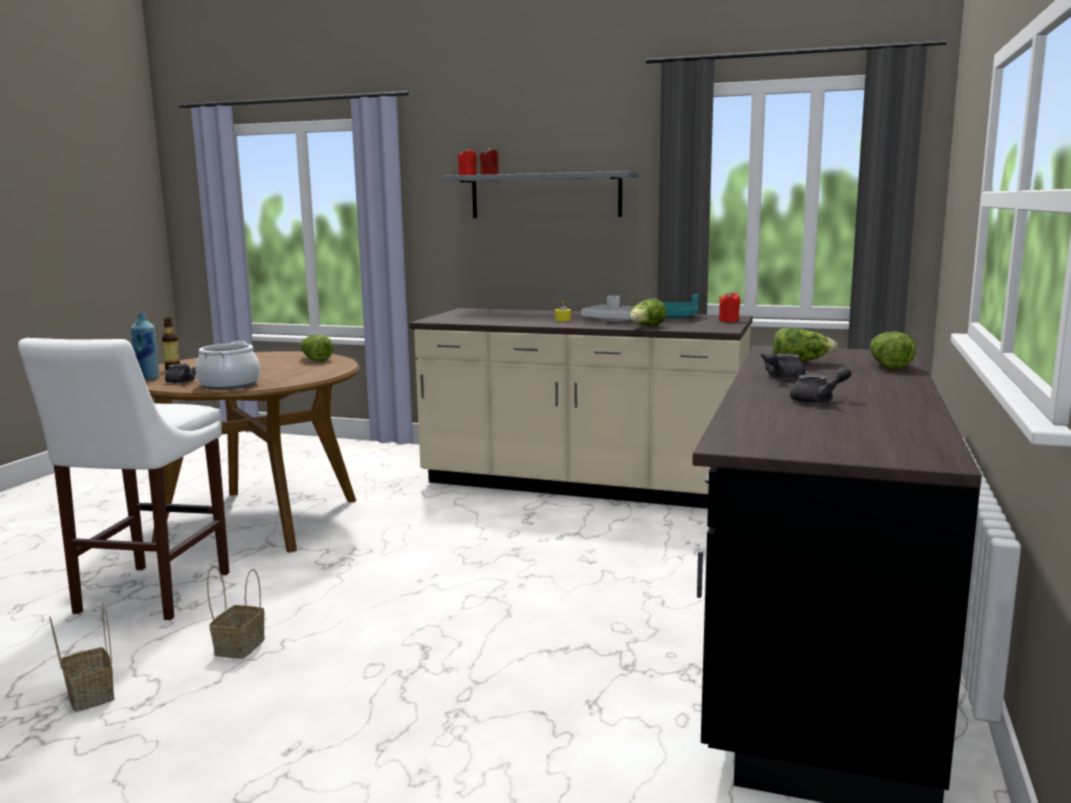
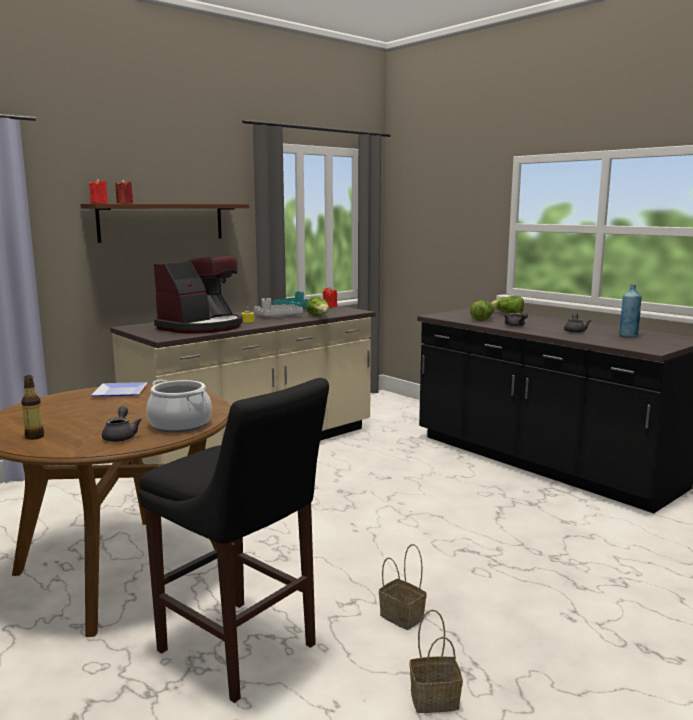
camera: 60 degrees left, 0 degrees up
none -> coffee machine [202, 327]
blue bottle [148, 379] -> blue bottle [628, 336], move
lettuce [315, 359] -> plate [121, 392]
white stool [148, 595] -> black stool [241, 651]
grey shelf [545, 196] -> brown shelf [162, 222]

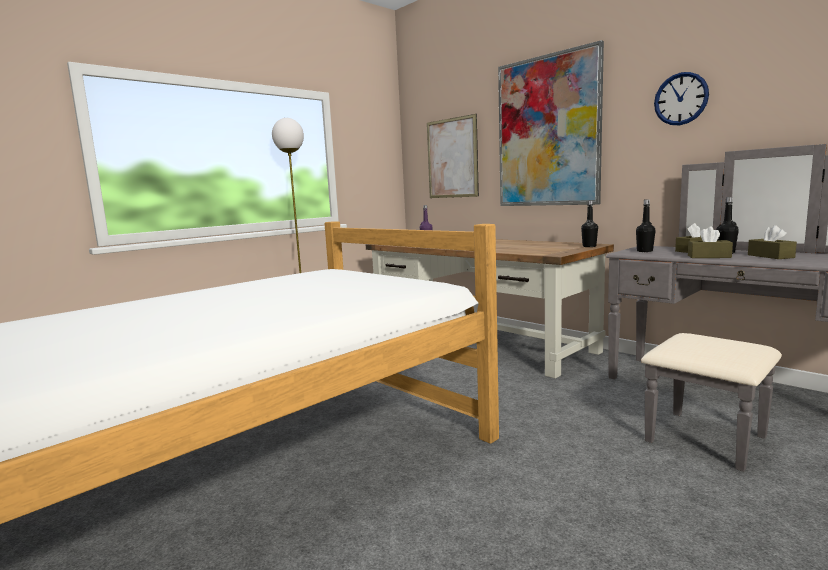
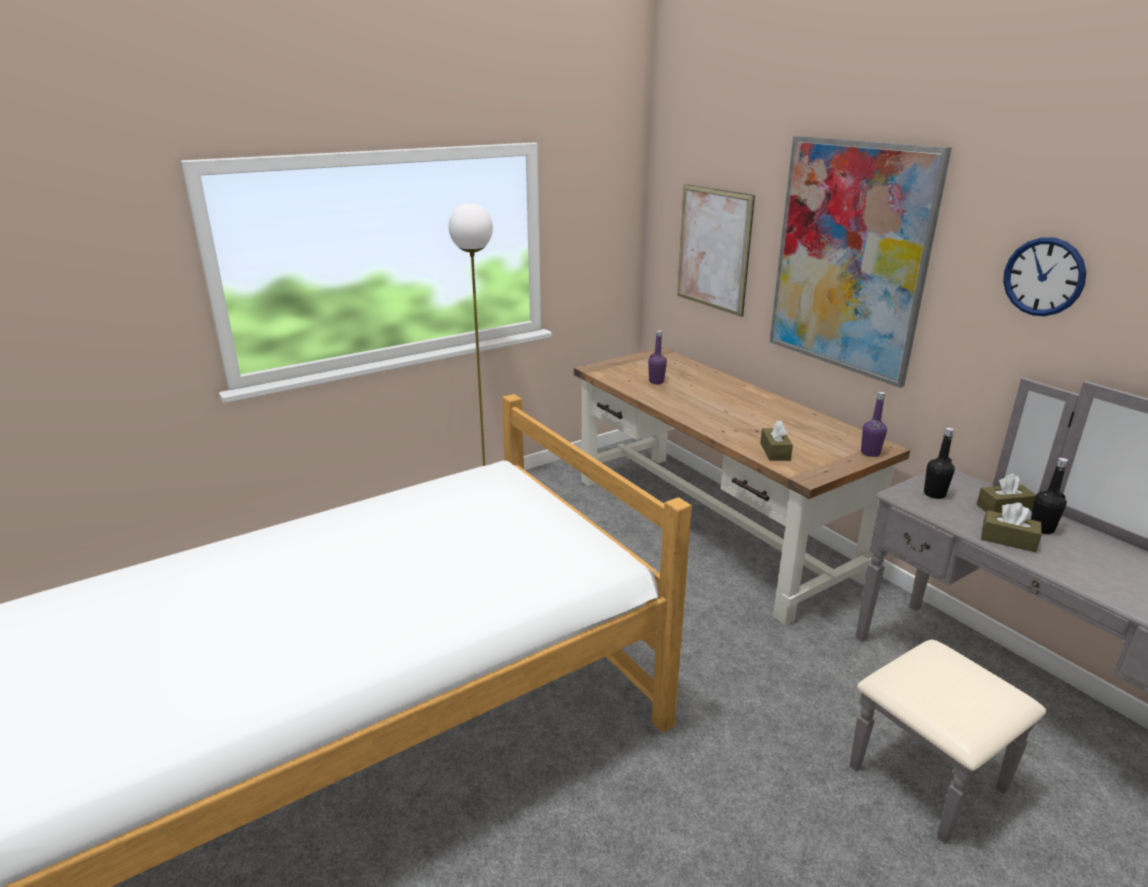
camera: 10 degrees right, 15 degrees up
brown tissue box [770, 256] -> brown tissue box [775, 451], move
black bottle [589, 246] -> purple bottle [870, 453]

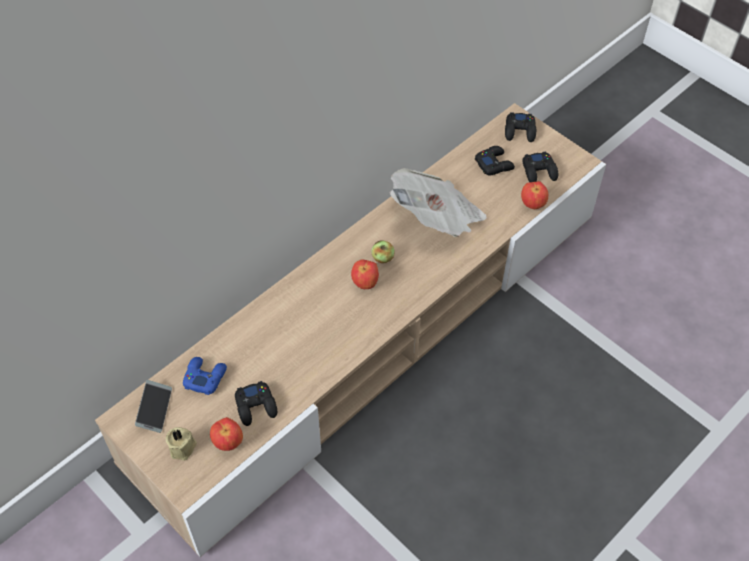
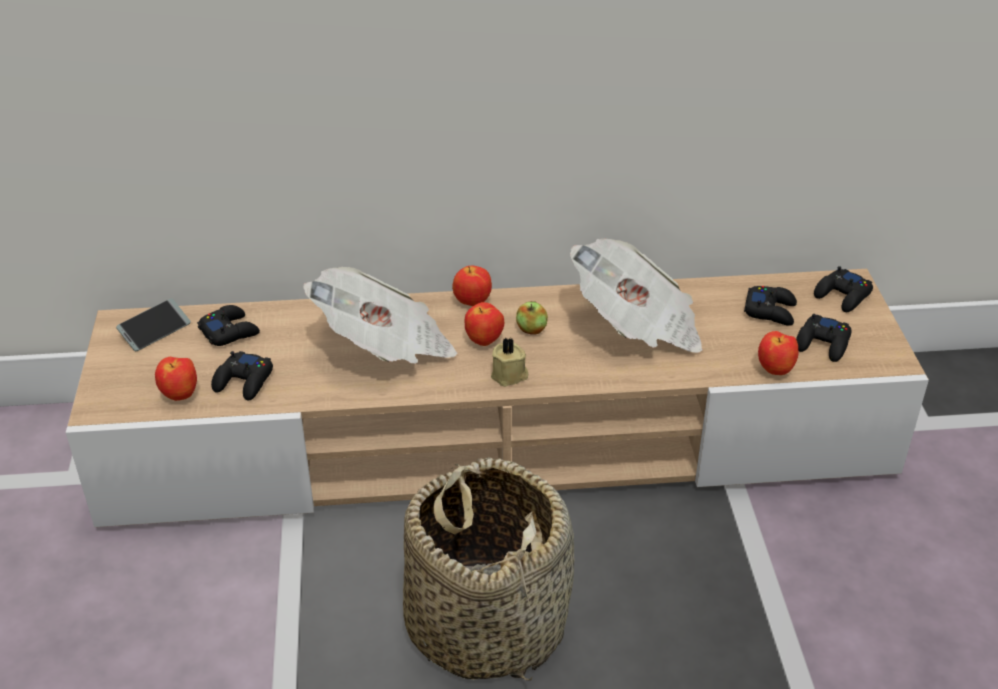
camera: 40 degrees right, 15 degrees down
none -> newspaper [385, 347]
none -> basket [486, 622]
none -> apple [472, 303]
beige candle [183, 448] -> beige candle [510, 376], move
blue game controller [204, 377] -> black game controller [229, 331]

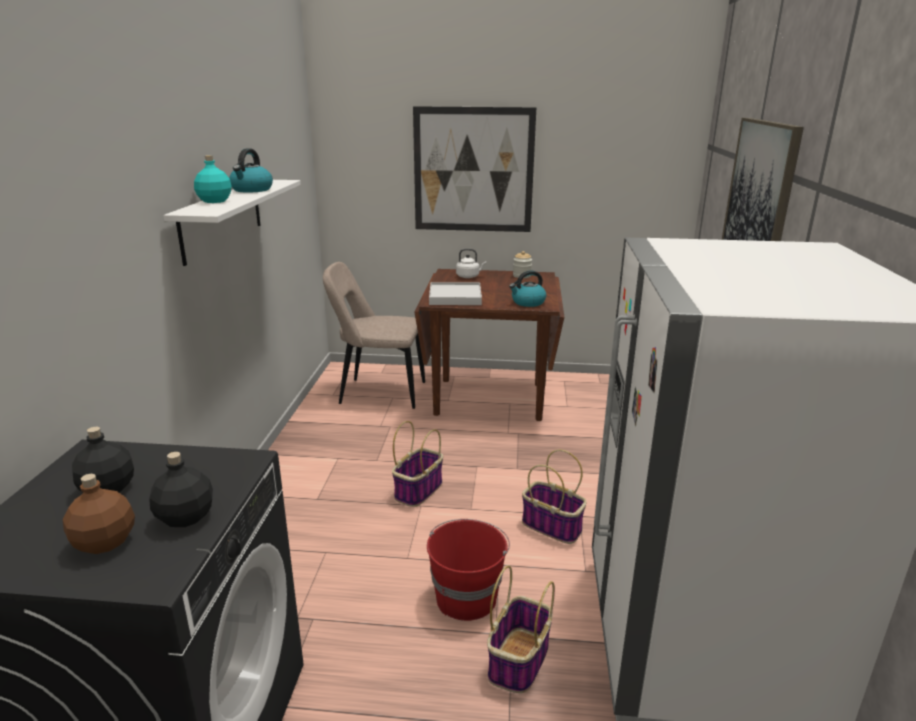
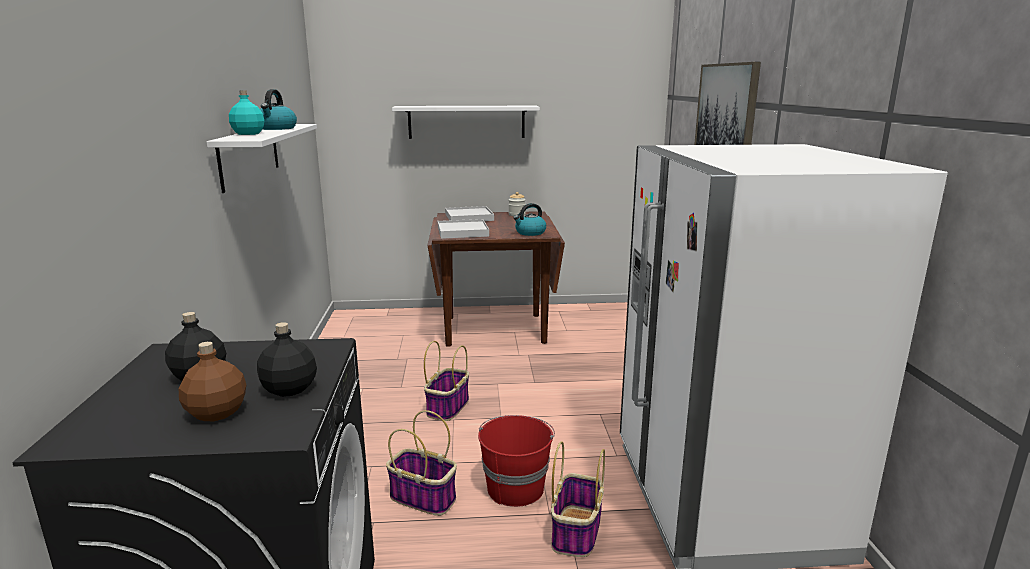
camera: 10 degrees left, 5 degrees down
beige chair [378, 393] -> none
basket [553, 526] -> basket [424, 498], move
picture [473, 170] -> white shelf [466, 122]
white kettle [469, 276] -> white tray [469, 217]

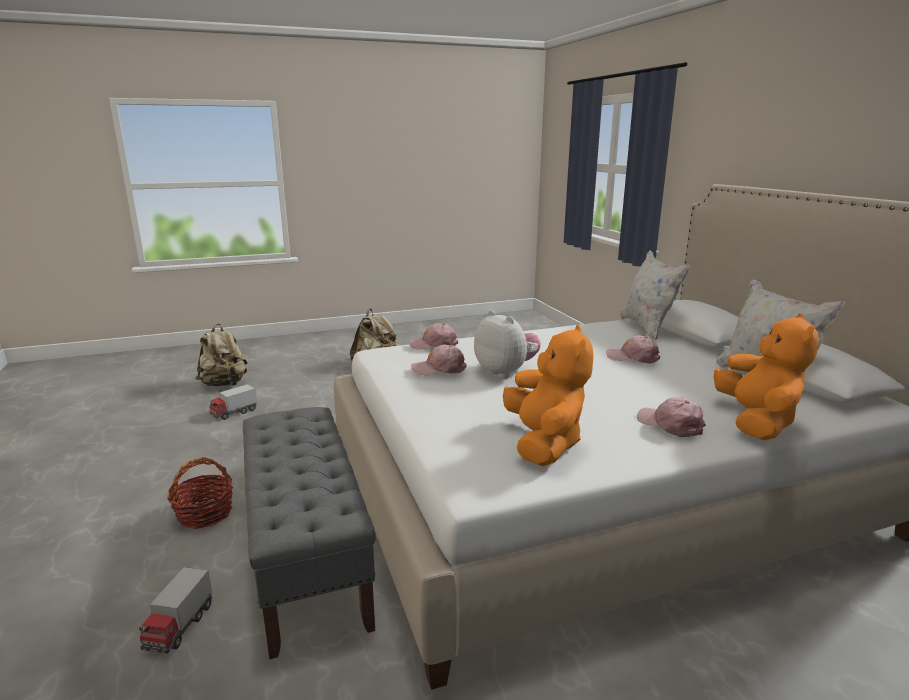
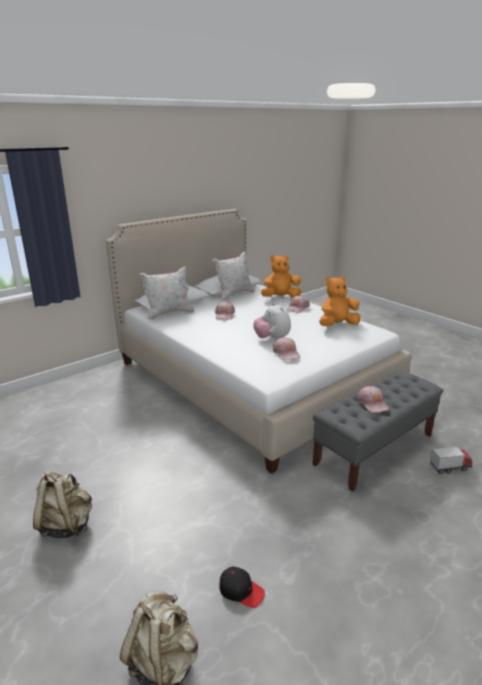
camera: 110 degrees left, 5 degrees up
basket [205, 514] -> none
pink cap [434, 344] -> pink cap [372, 403], move
toy truck [234, 413] -> black cap [241, 591]
plush toy [505, 372] -> plush toy [272, 339], 60 degrees counterclockwise

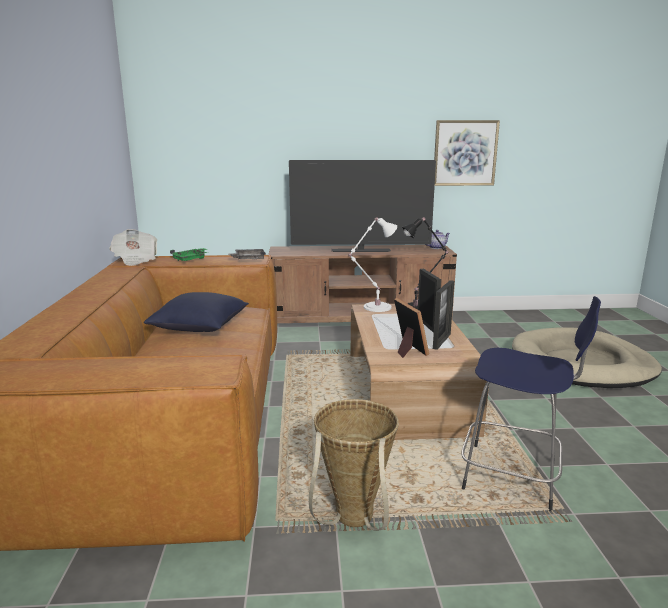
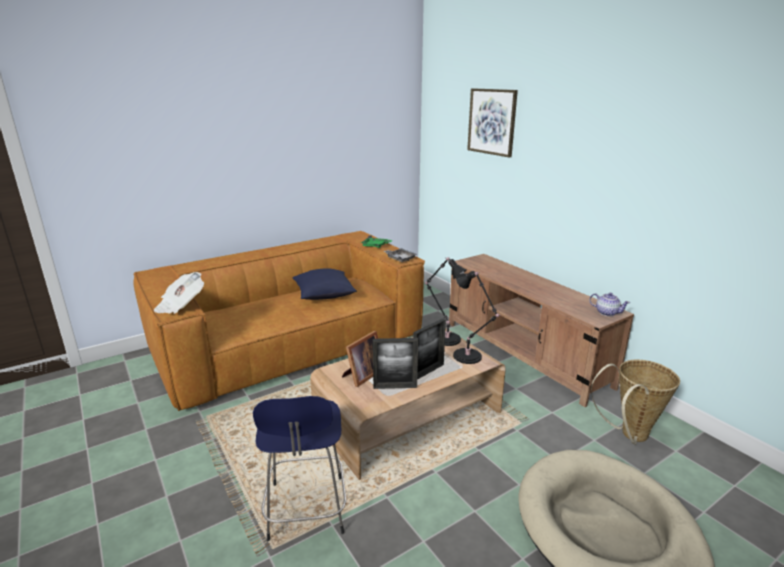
camera: 60 degrees right, 5 degrees up
television [360, 250] -> none
newspaper [135, 260] -> newspaper [181, 305], move
basket [353, 522] -> basket [629, 436], move
picture [465, 153] -> picture [492, 122], move
white table lamp [375, 307] -> black table lamp [445, 338]

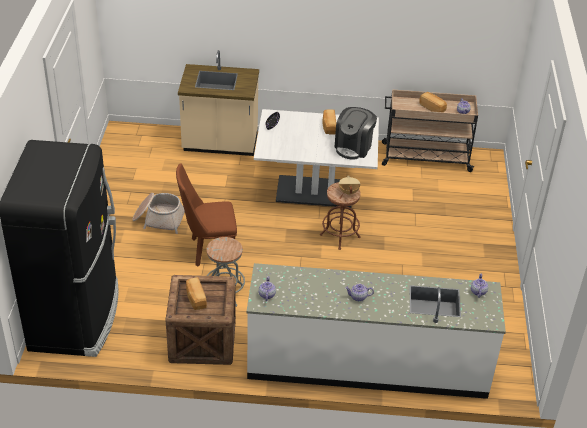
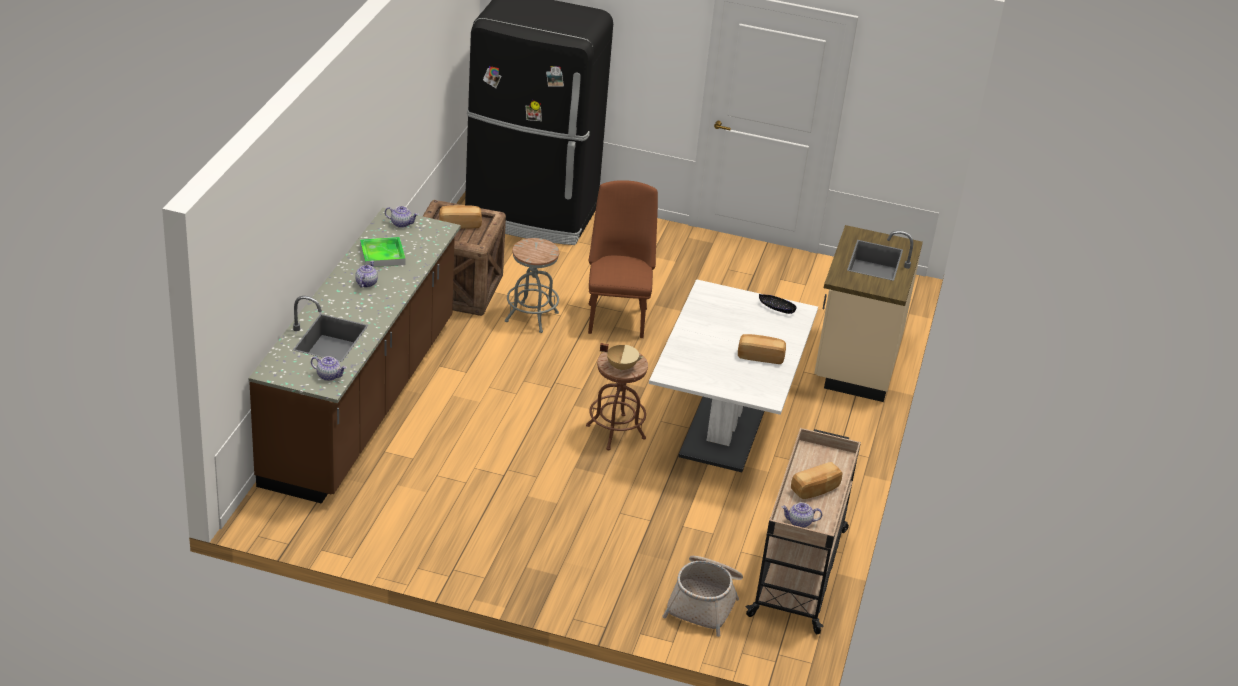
camera: 100 degrees right, 5 degrees down
coffee machine [353, 147] -> none
none -> tray [382, 255]
basket [158, 219] -> basket [705, 601], move
white counter [367, 364] -> brown counter [362, 401]

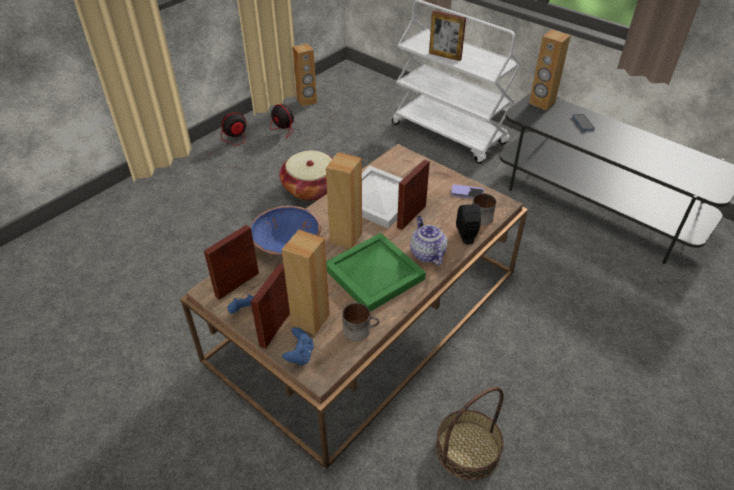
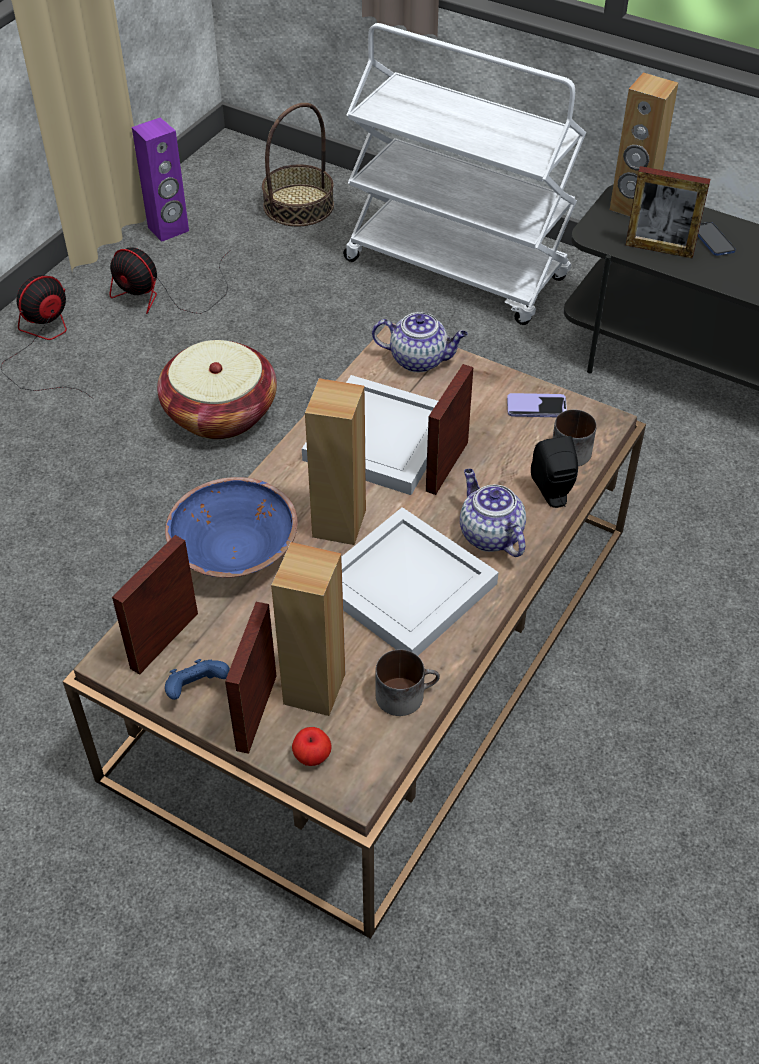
camera: 10 degrees left, 5 degrees up
none -> teapot [420, 359]
picture frame [445, 56] -> picture frame [659, 249], move
basket [467, 449] -> basket [298, 205], move
blue game controller [300, 355] -> apple [312, 756]
brown speaker [307, 101] -> purple speaker [168, 229]
green tray [374, 273] -> white tray [406, 584]

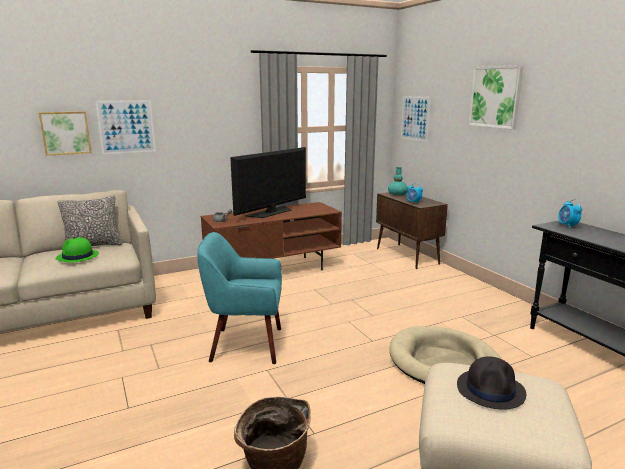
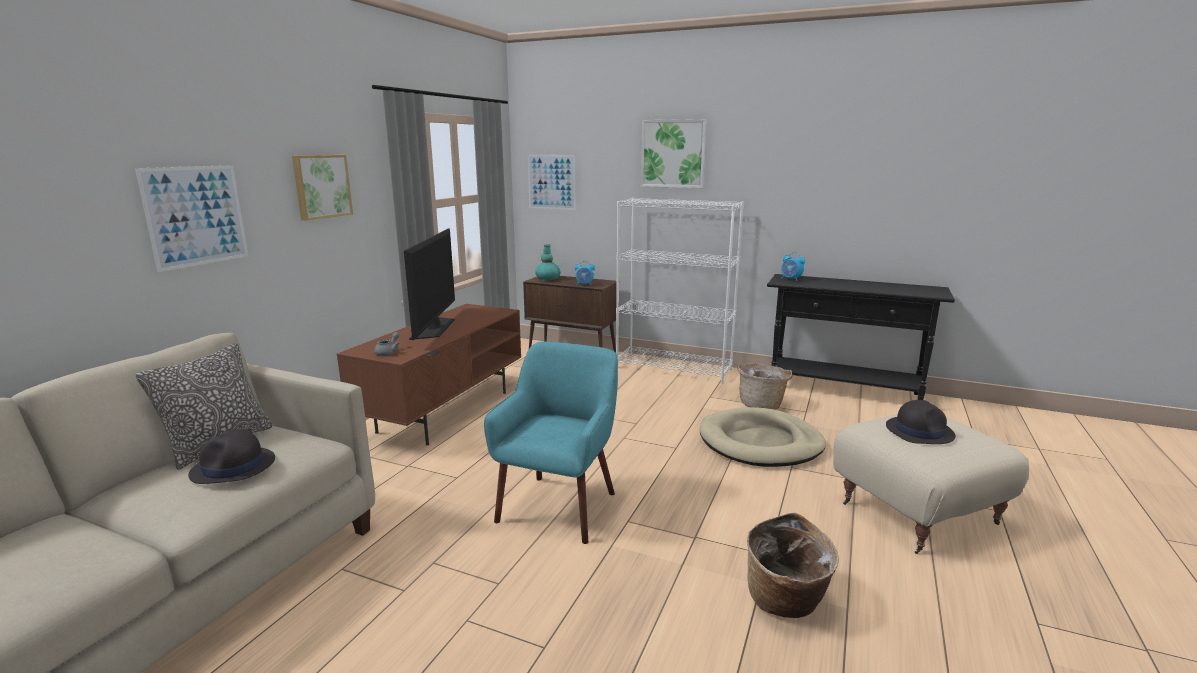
camera: 40 degrees left, 0 degrees up
none -> white bookcase [674, 368]
none -> basket [761, 404]
picture [66, 133] -> picture [321, 186], move
green hat [77, 257] -> black hat [233, 467]
turquoise armchair [245, 344] -> turquoise armchair [559, 506], 150 degrees clockwise

